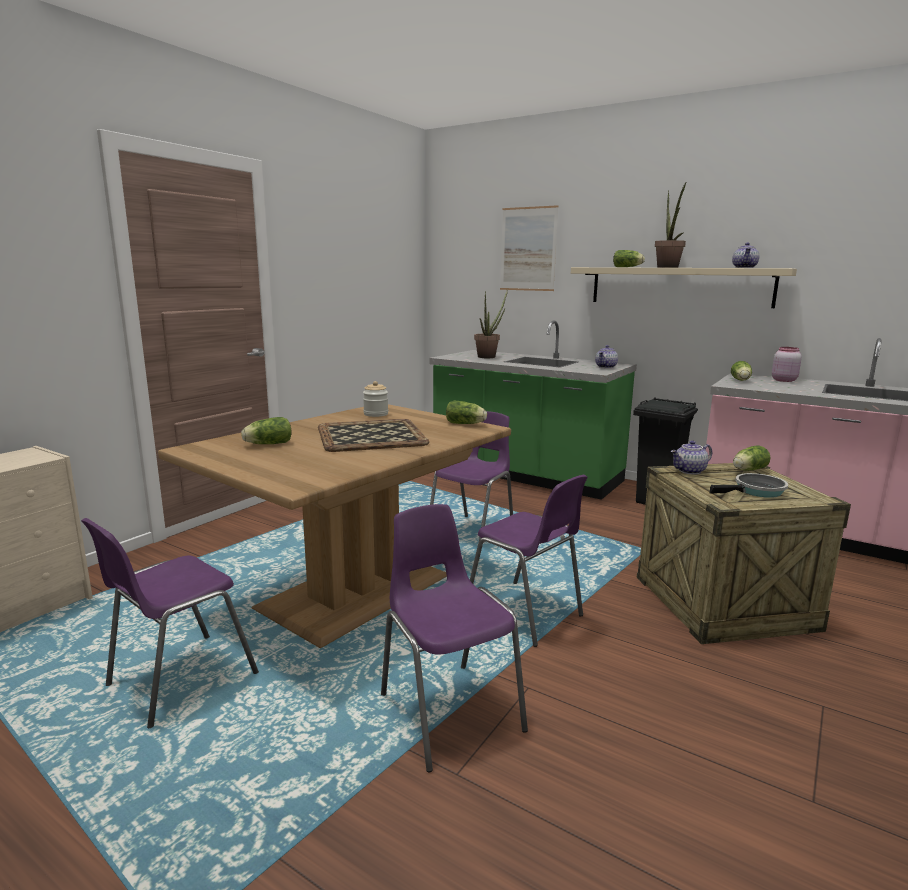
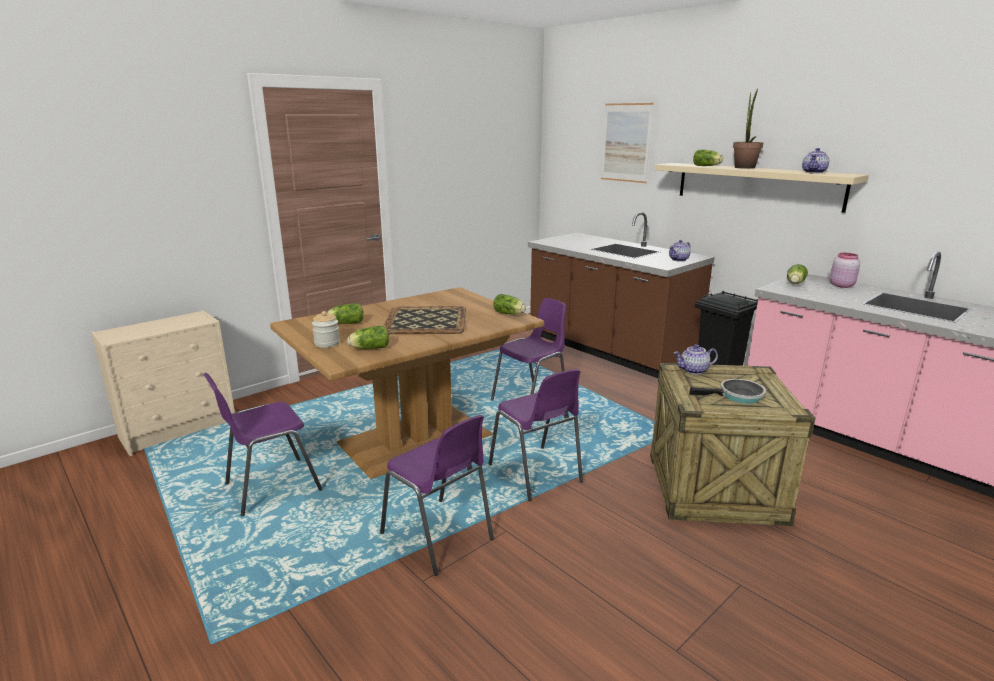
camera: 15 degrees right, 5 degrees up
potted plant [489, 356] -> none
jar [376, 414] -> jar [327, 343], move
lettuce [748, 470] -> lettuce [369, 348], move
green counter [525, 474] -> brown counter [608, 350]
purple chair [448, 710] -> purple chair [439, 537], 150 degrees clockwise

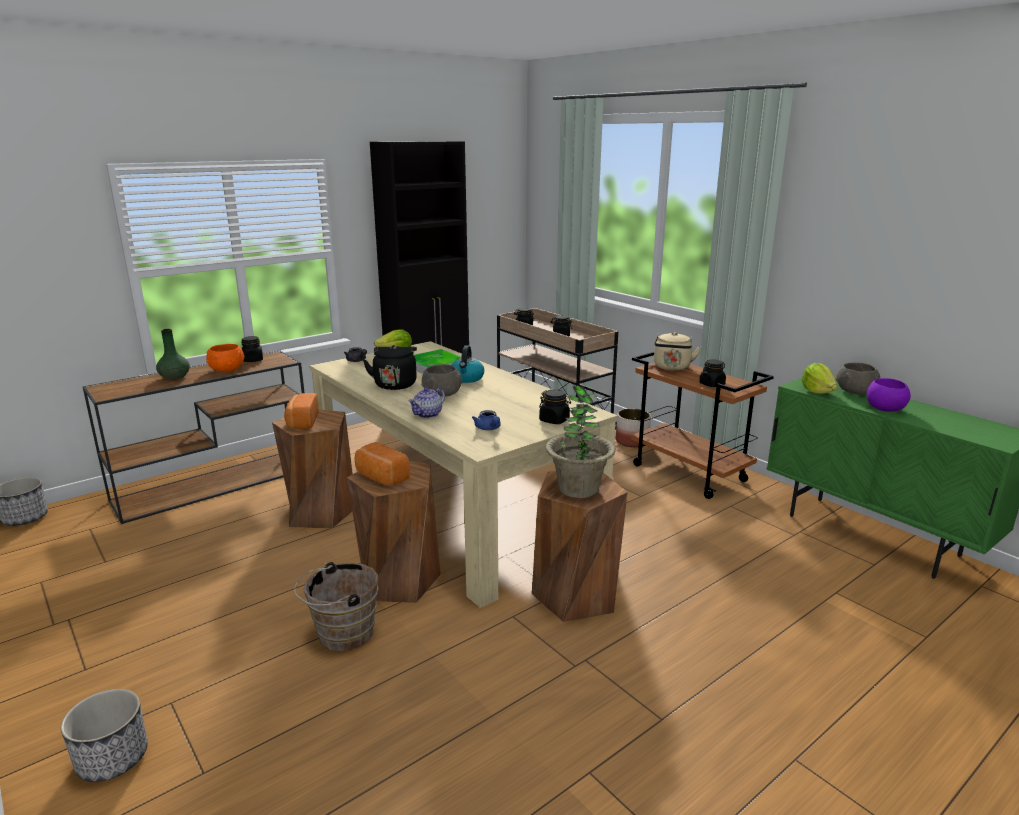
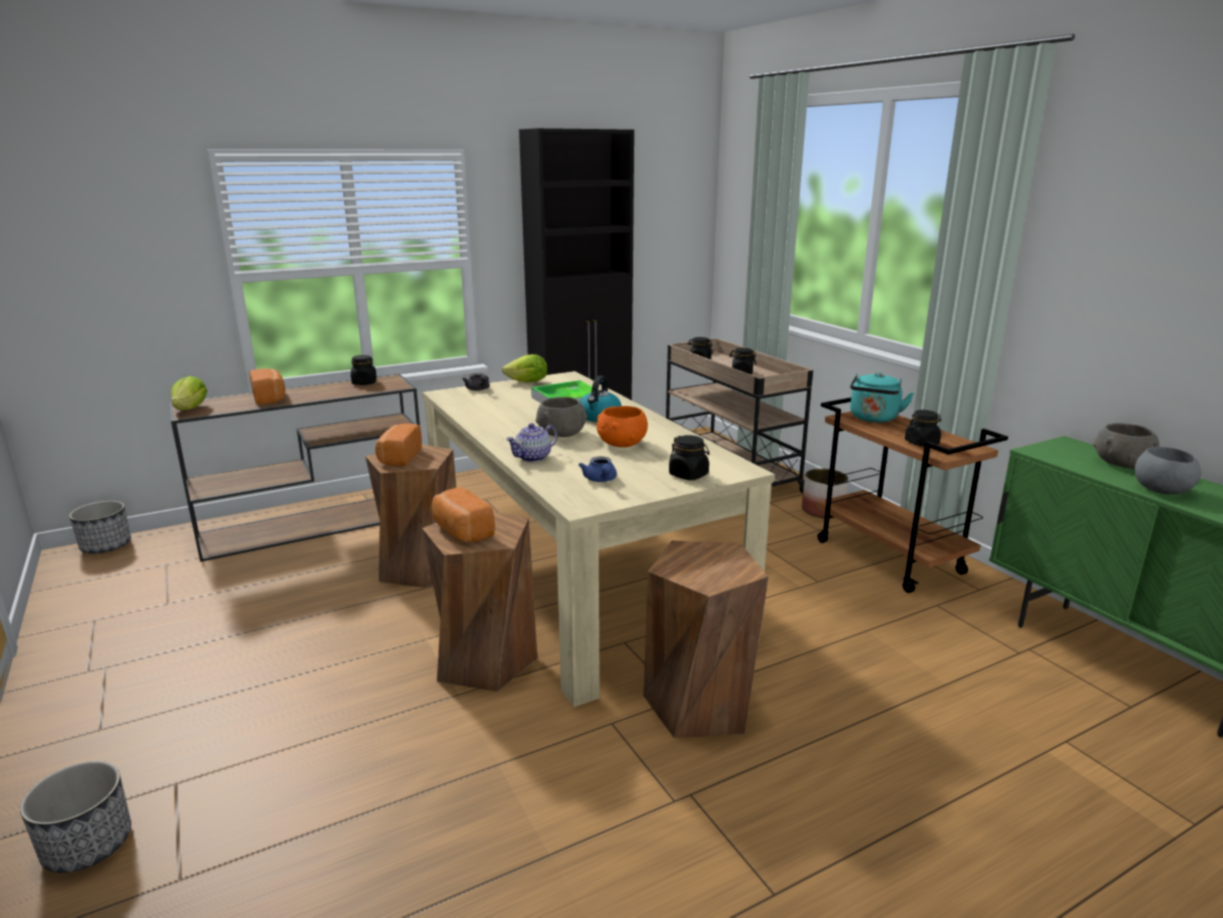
camera: 10 degrees right, 0 degrees up
brown bucket [341, 634] -> none
black kettle [395, 384] -> none
potted plant [578, 488] -> none
orange bowl [226, 370] -> orange bowl [621, 444], move
lettuce [817, 391] -> lettuce [191, 408], move
green vase [174, 377] -> bread [270, 398]
beige kettle [672, 368] -> turquoise kettle [874, 419]
purple bowl [884, 409] -> grey bowl [1160, 490]

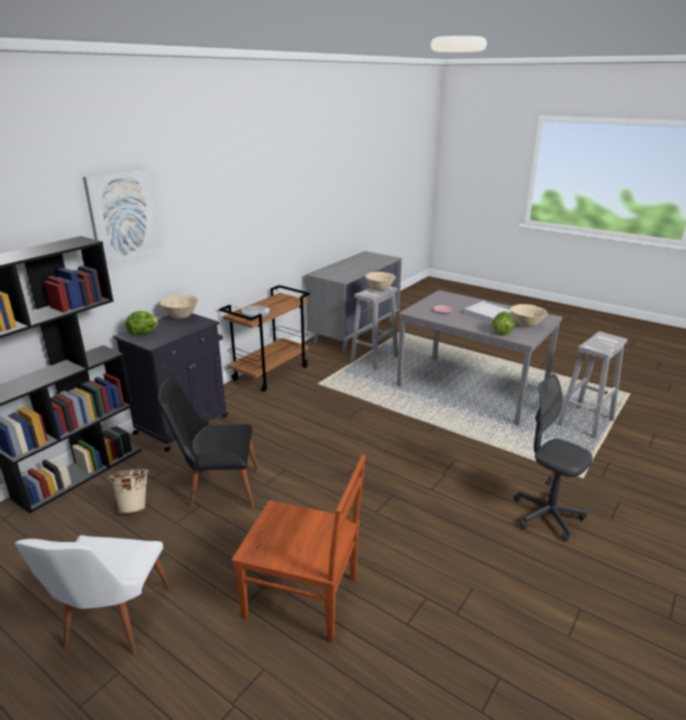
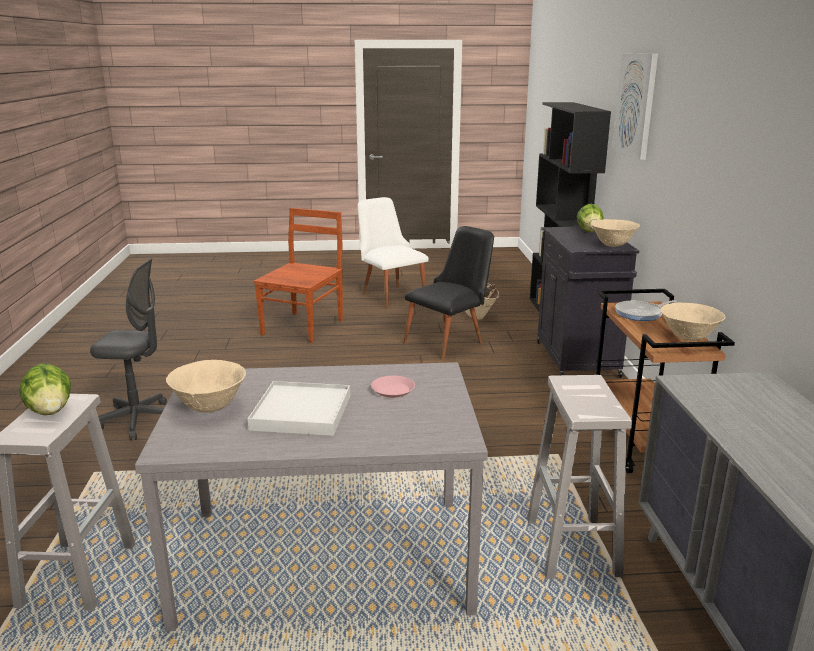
camera: 140 degrees right, 5 degrees down
beige bowl [379, 290] -> beige bowl [689, 338], move
lettuce [502, 332] -> lettuce [50, 411], move
brown chair [304, 598] -> brown chair [304, 326], 135 degrees clockwise

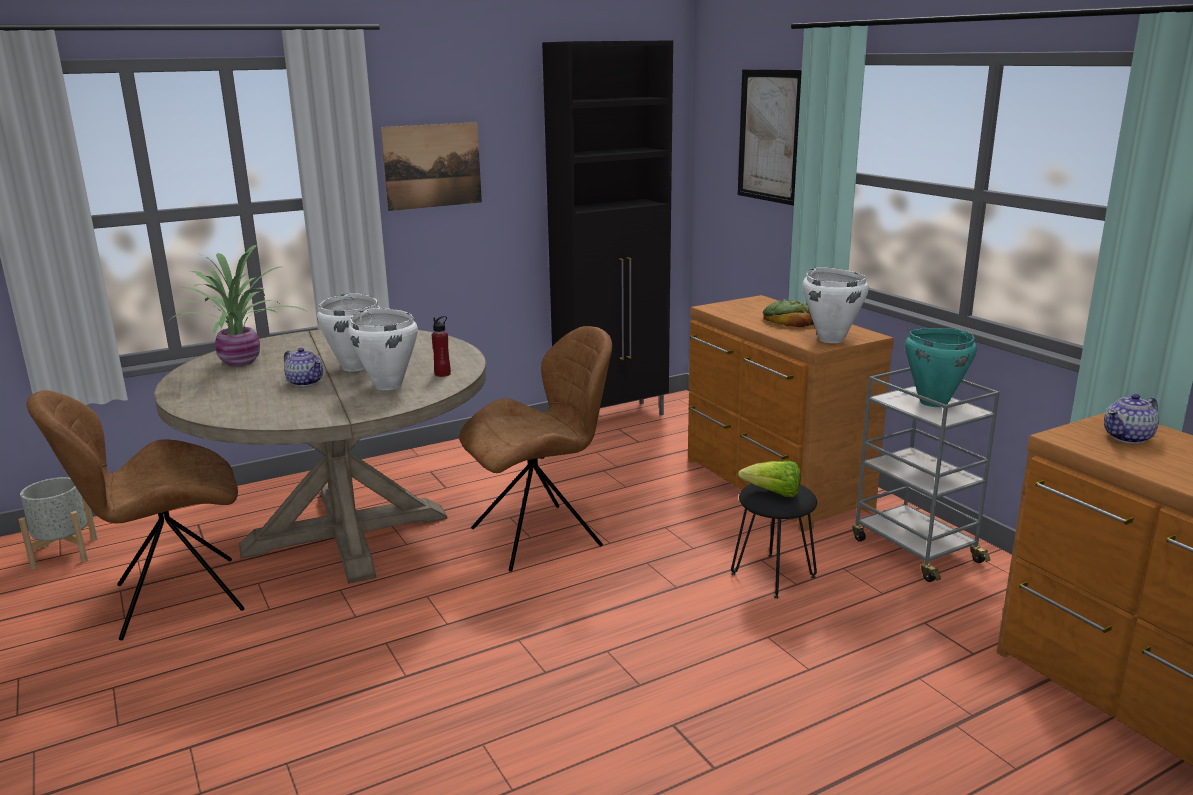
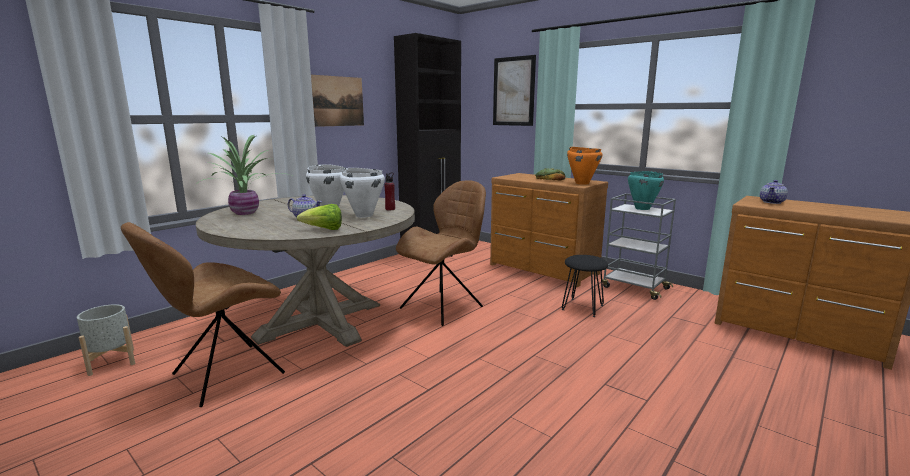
camera: 20 degrees left, 5 degrees down
lettuce [773, 494] -> lettuce [324, 230], move
white cooking pot [831, 339] -> orange cooking pot [582, 183]

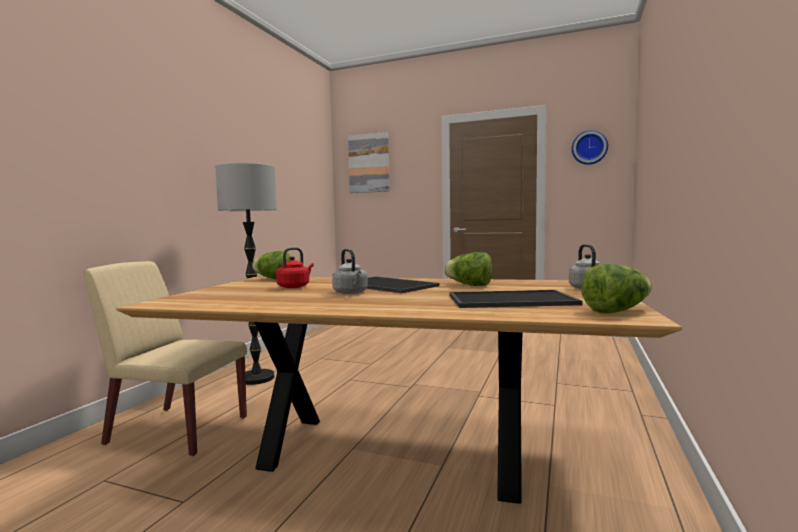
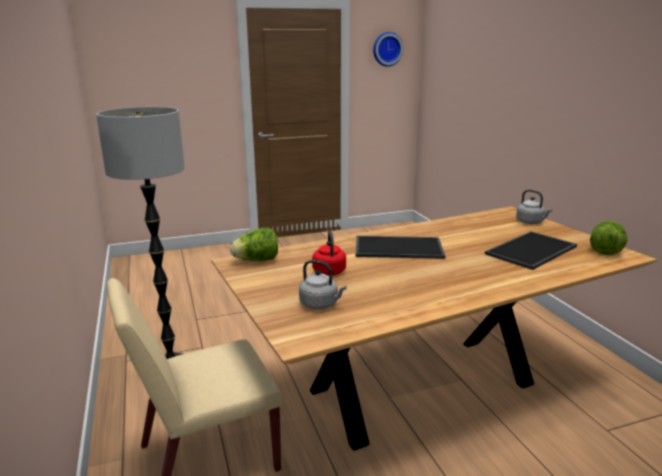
camera: 40 degrees left, 15 degrees up
picture [369, 163] -> none
lettuce [470, 285] -> none
grey kettle [351, 293] -> grey kettle [320, 304], move

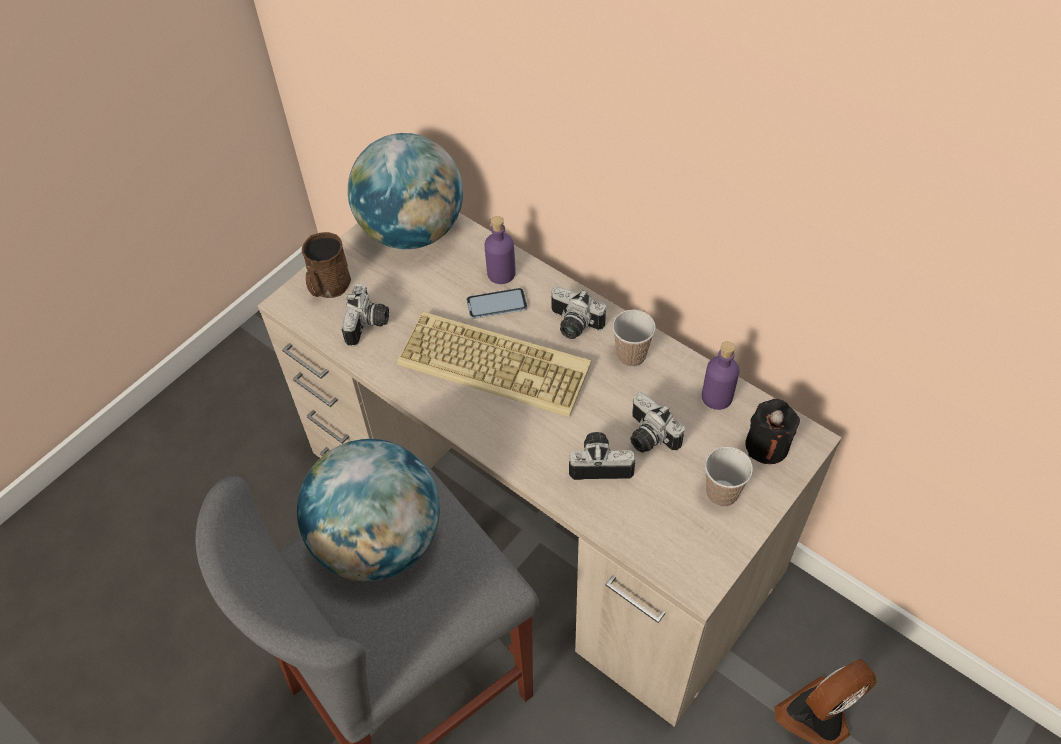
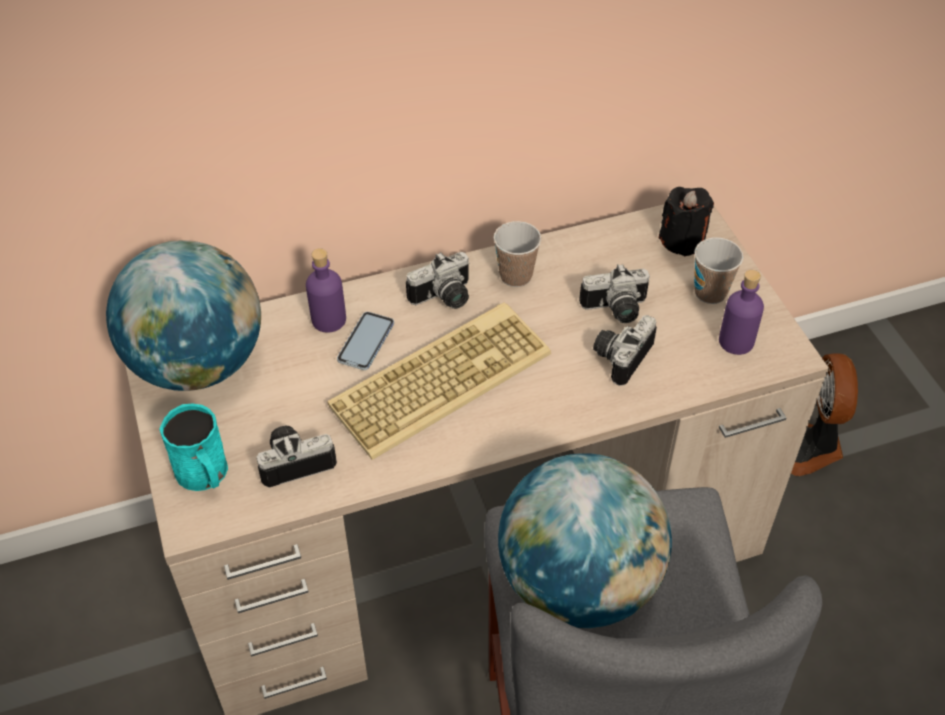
camera: 60 degrees left, 5 degrees down
purple bottle [717, 397] -> purple bottle [736, 341], move
brown mug [328, 287] -> turquoise mug [204, 474]
photo camera [369, 325] -> photo camera [295, 460], 60 degrees counterclockwise

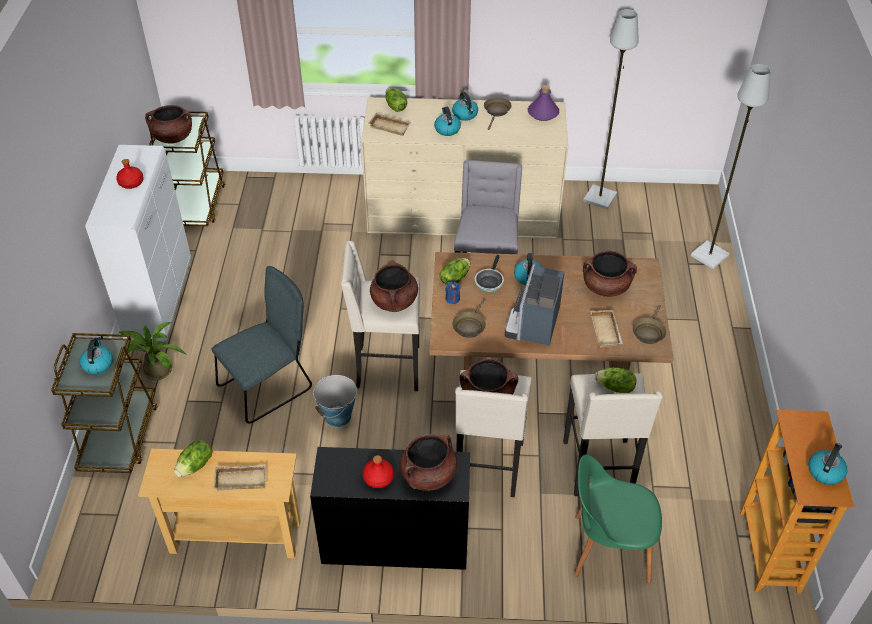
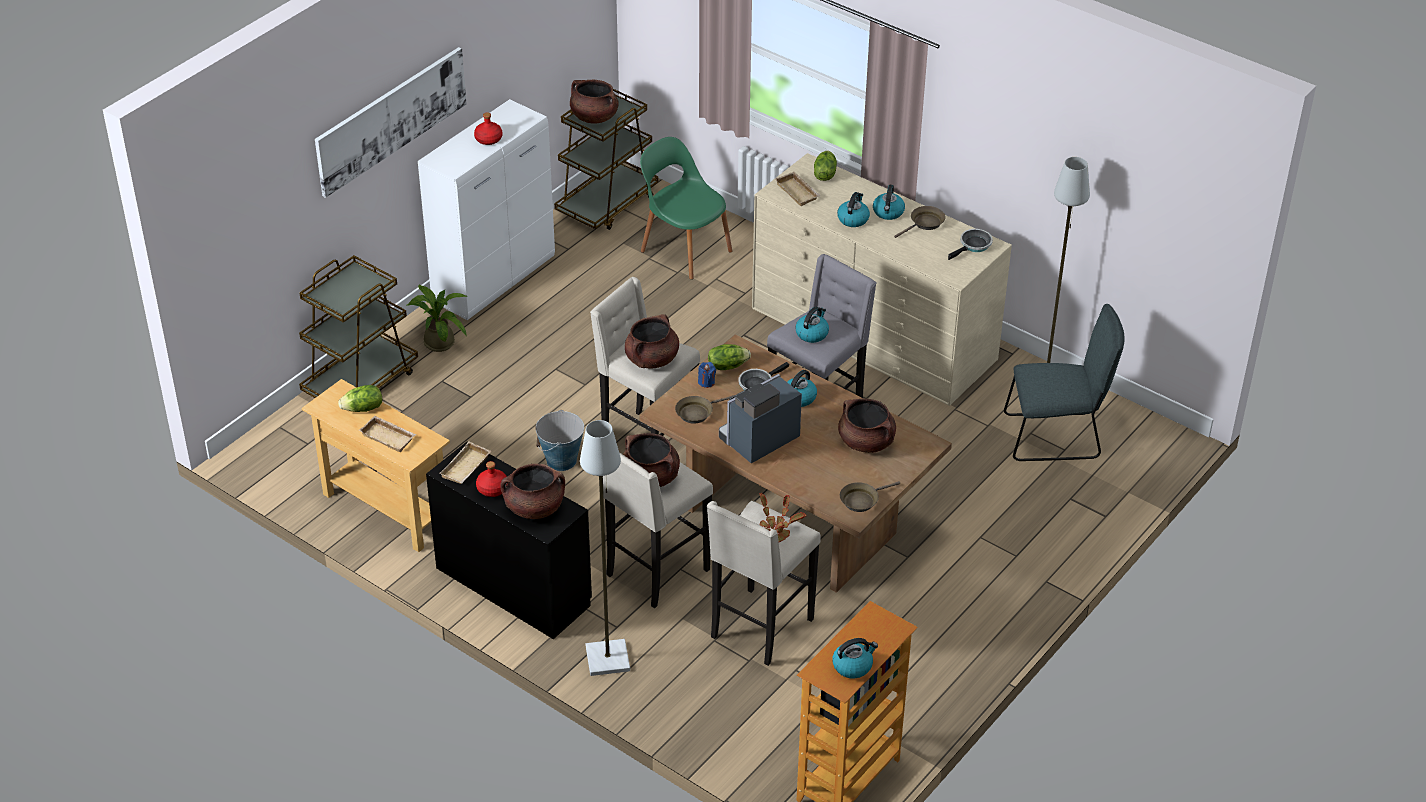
camera: 35 degrees right, 5 degrees down
none -> picture [391, 120]
kettle [98, 363] -> kettle [812, 333], move
grey chair [269, 386] -> grey chair [1056, 437], move
green chair [608, 548] -> green chair [684, 250], move
beige tray [607, 331] -> beige tray [466, 468], move
grey floor lamp [709, 255] -> grey floor lamp [608, 658], move
purple bottle [543, 113] -> frying pan [974, 246]
lettuce [615, 387] -> potted plant [776, 528]

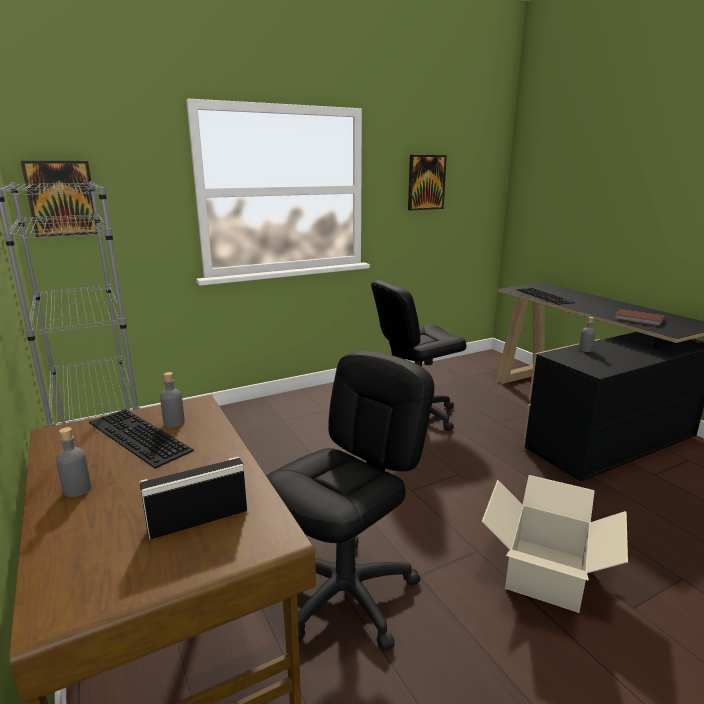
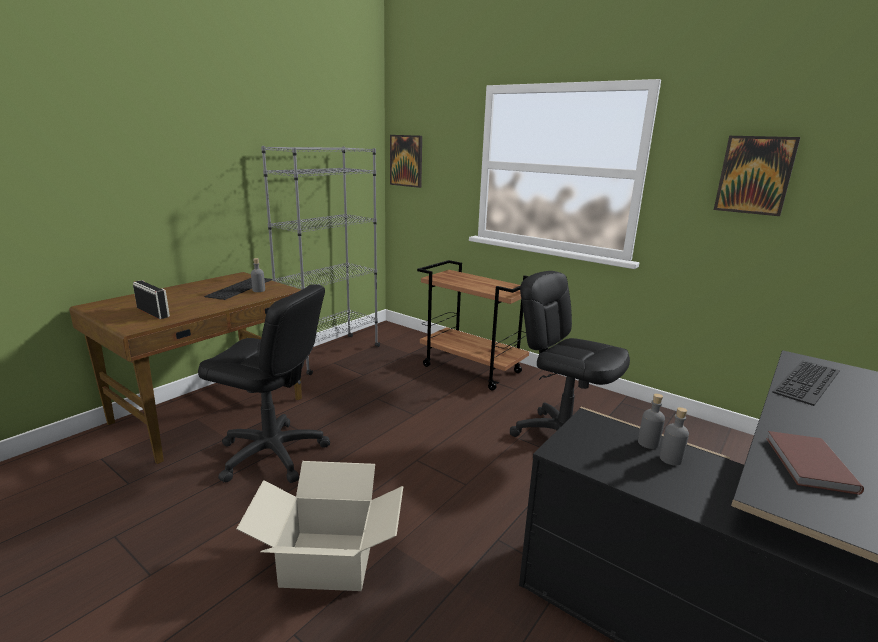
camera: 65 degrees right, 0 degrees up
none -> brown cart [473, 369]
grey bottle [77, 489] -> grey bottle [670, 459], move

